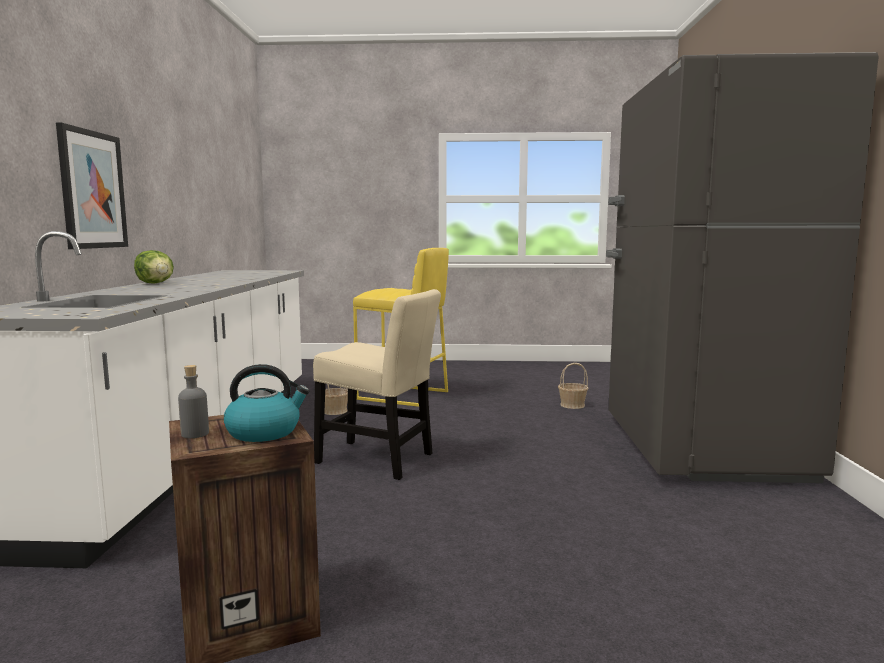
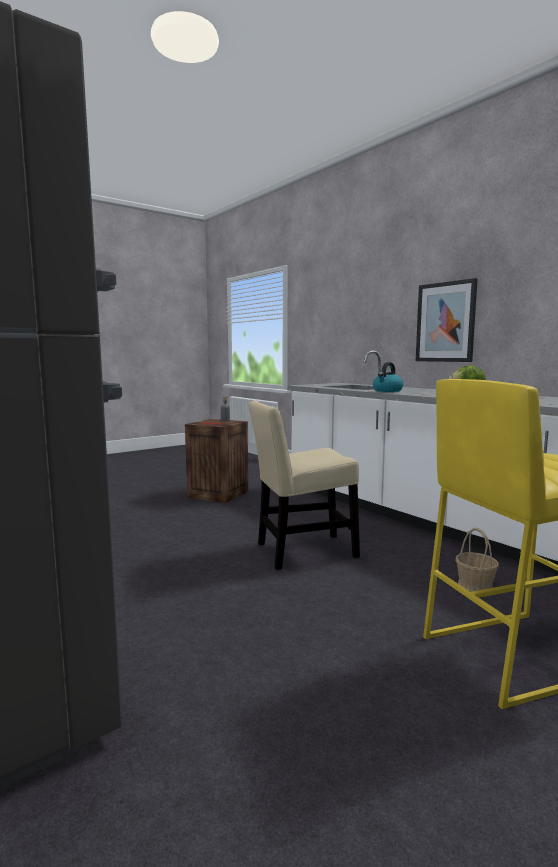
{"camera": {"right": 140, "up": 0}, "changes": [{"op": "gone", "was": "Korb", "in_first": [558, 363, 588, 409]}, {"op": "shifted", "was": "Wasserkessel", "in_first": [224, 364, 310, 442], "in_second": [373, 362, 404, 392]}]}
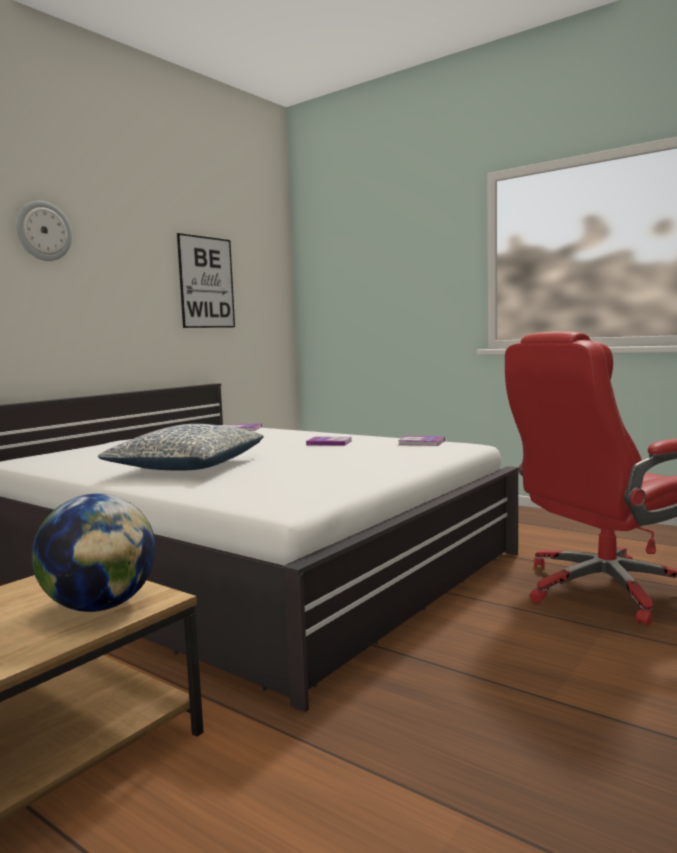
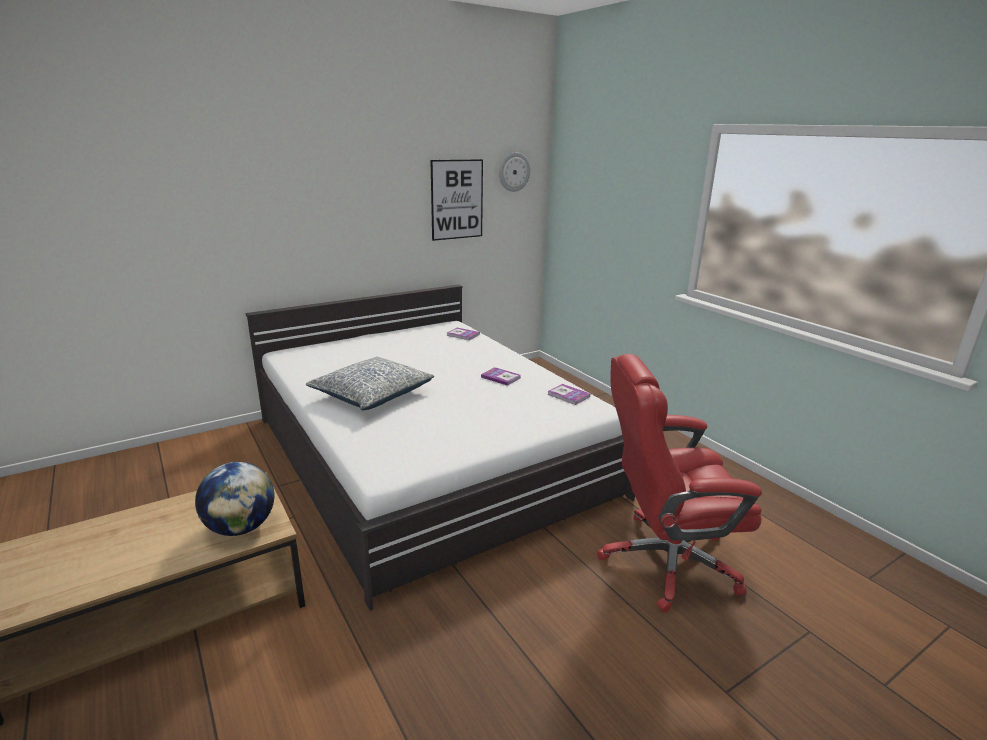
{"camera": {"right": 20, "up": 15}, "changes": [{"op": "shifted", "was": "Wanduhr", "in_first": [16, 201, 72, 261], "in_second": [499, 152, 530, 192]}]}
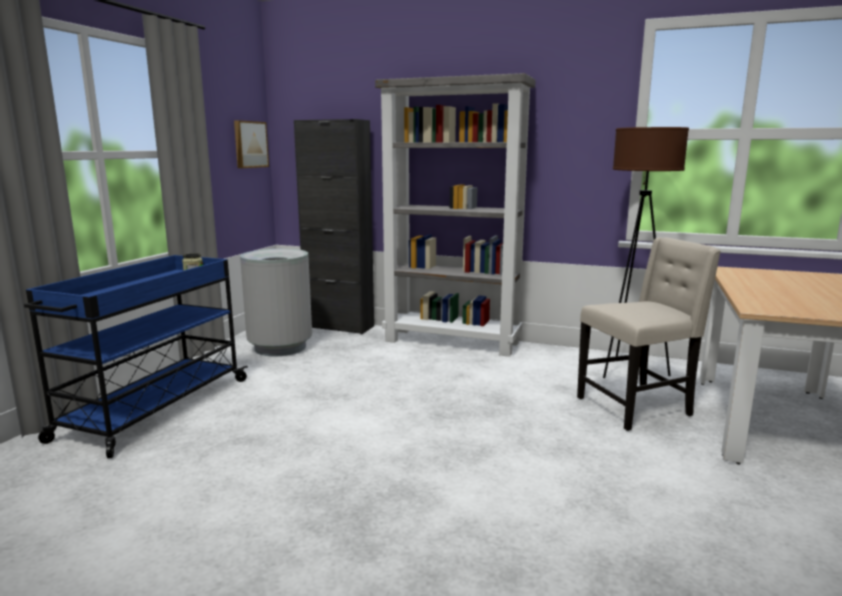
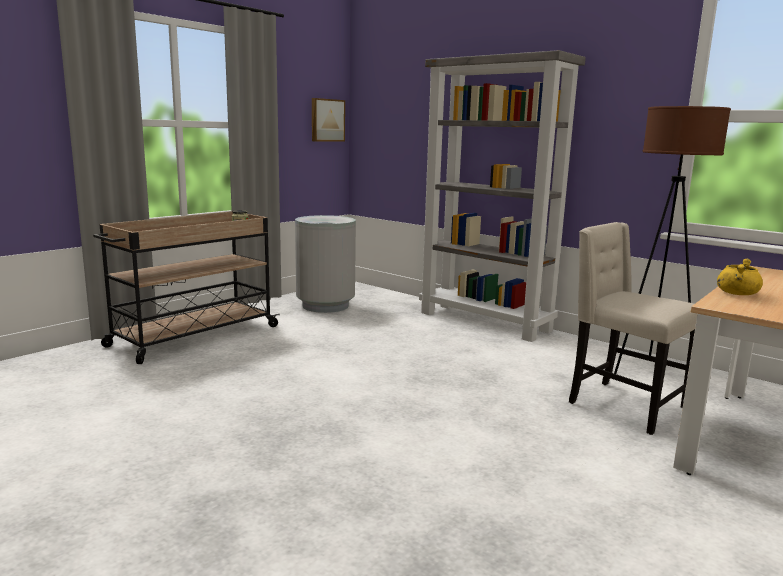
{"camera": {"right": 20, "up": 0}, "changes": [{"op": "gone", "was": "Schrank [schwarz]", "in_first": [294, 119, 374, 335]}, {"op": "rotated", "was": "Stuhl [beige]", "in_first": [577, 237, 721, 431], "in_second": [569, 222, 697, 435], "clockwise": -135}, {"op": "repainted", "was": "Rollwagen [blau]", "now": "Rollwagen [beige]", "in_first": [24, 255, 248, 459], "in_second": [93, 211, 280, 364]}, {"op": "new", "now": "Kochtopf [gelb]", "in_second": [717, 259, 763, 295]}]}
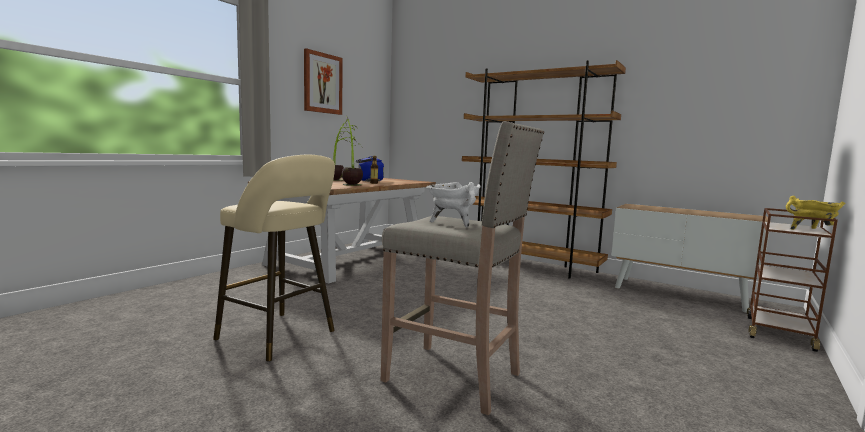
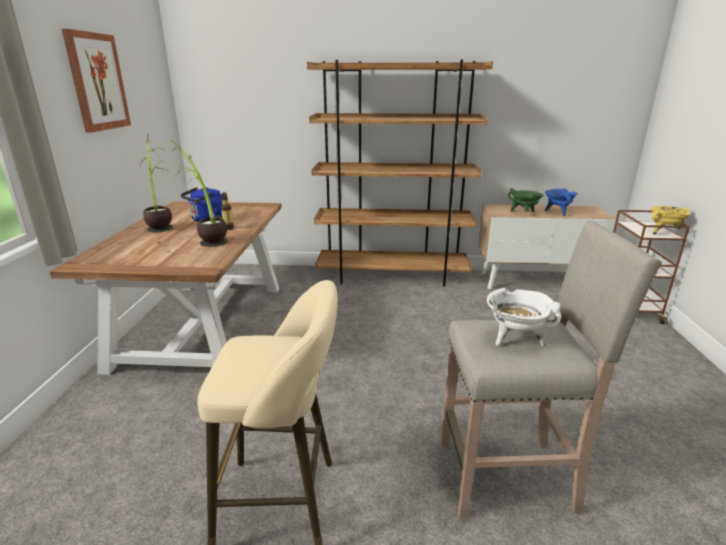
{"camera": {"right": -30, "up": 15}, "changes": [{"op": "new", "now": "Kochtopf [grün]", "in_second": [508, 188, 544, 212]}, {"op": "new", "now": "Kochtopf [blau]", "in_second": [545, 189, 578, 216]}]}
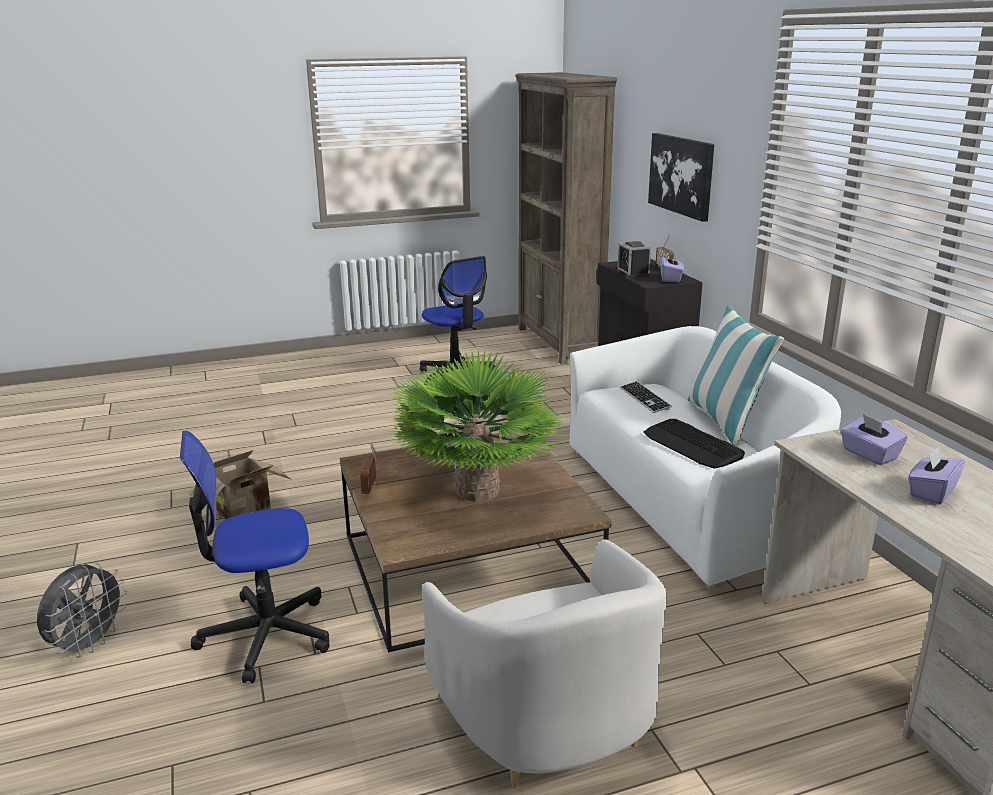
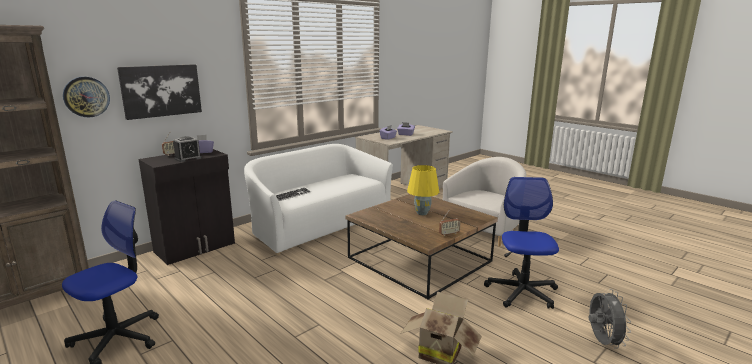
{"camera": {"right": -115, "up": -5}, "changes": [{"op": "gone", "was": "Kissen", "in_first": [688, 305, 784, 446]}, {"op": "swapped", "was": "Topfpflanze", "now": "Tischlampe [gelb]", "in_first": [390, 349, 563, 502], "in_second": [407, 165, 439, 215]}, {"op": "gone", "was": "Tastatur", "in_first": [644, 419, 745, 469]}, {"op": "rotated", "was": "Bürostuhl", "in_first": [180, 431, 330, 683], "in_second": [484, 177, 559, 309], "clockwise": -135}, {"op": "rotated", "was": "Ventilator [grau]", "in_first": [37, 563, 127, 658], "in_second": [589, 289, 631, 348], "clockwise": 90}, {"op": "new", "now": "Wanduhr", "in_second": [63, 77, 110, 117]}]}
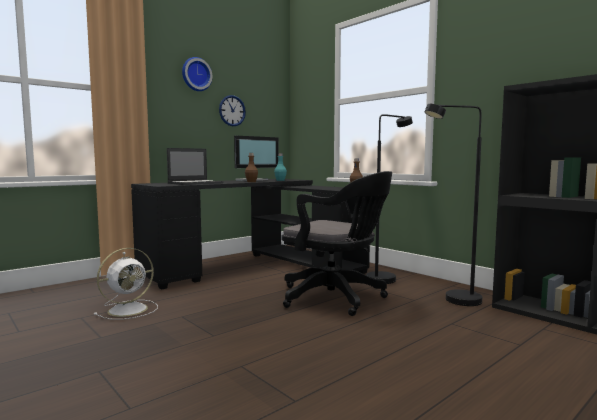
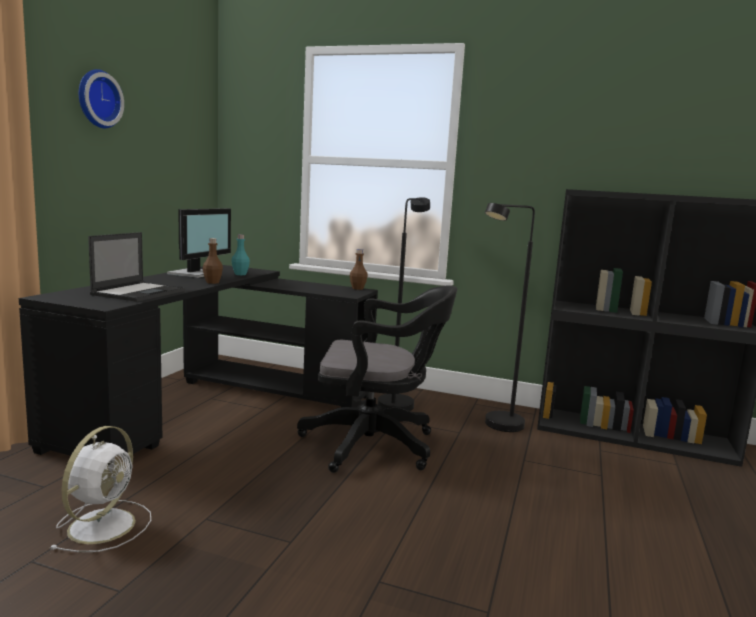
{"camera": {"right": -30, "up": 5}, "changes": [{"op": "gone", "was": "Wanduhr", "in_first": [219, 95, 246, 126]}]}
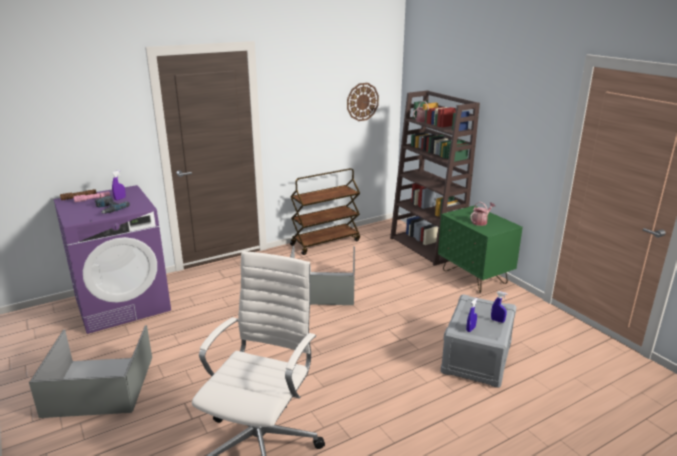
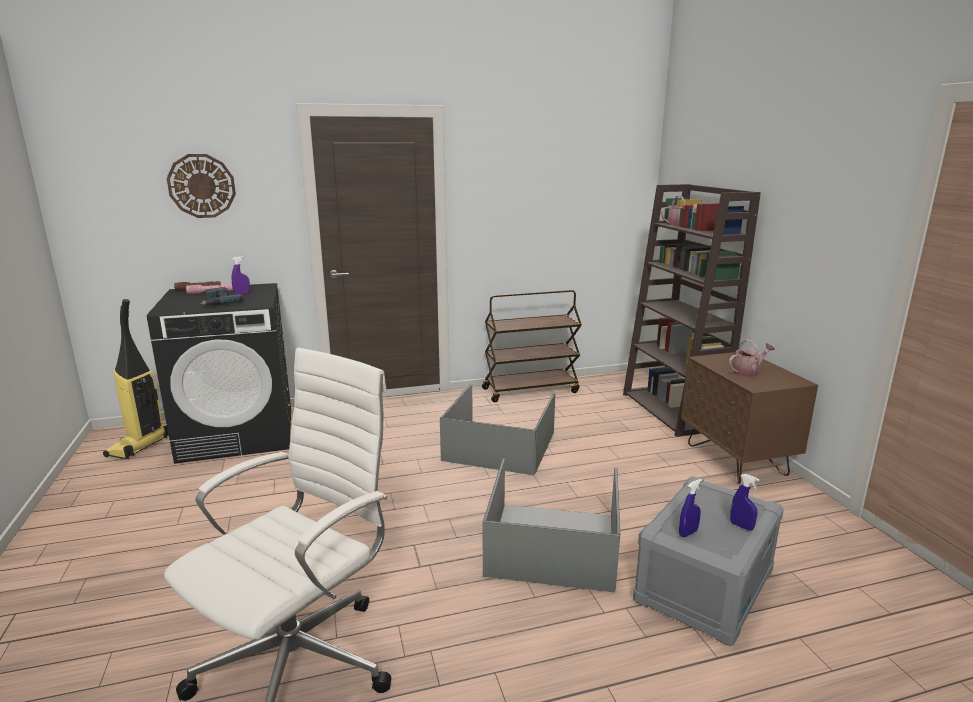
{"camera": {"right": 15, "up": -5}, "changes": [{"op": "shifted", "was": "Wanduhr", "in_first": [347, 83, 379, 121], "in_second": [167, 154, 236, 218]}, {"op": "repainted", "was": "Waschmaschine [lila]", "now": "Waschmaschine [schwarz]", "in_first": [53, 185, 171, 334], "in_second": [147, 283, 291, 464]}, {"op": "repainted", "was": "Nachttisch [grün]", "now": "Nachttisch [braun]", "in_first": [438, 205, 523, 293], "in_second": [681, 352, 818, 484]}, {"op": "shifted", "was": "Aufbewahrungsbox [grau]", "in_first": [29, 325, 152, 418], "in_second": [483, 458, 620, 593]}, {"op": "new", "now": "Staubsauger", "in_second": [103, 299, 168, 459]}]}
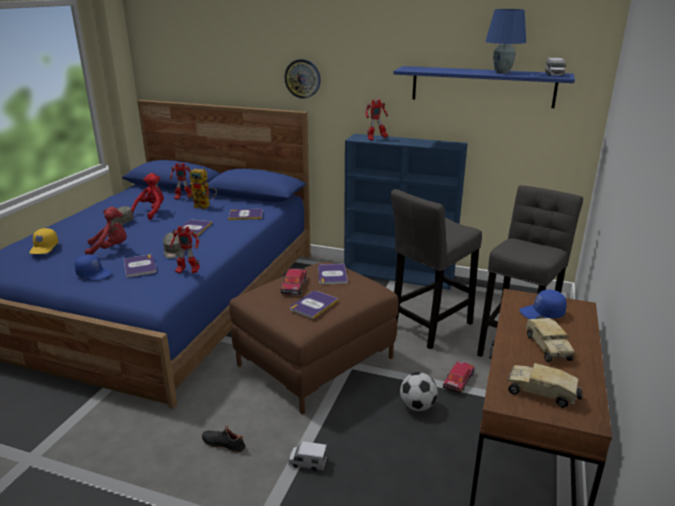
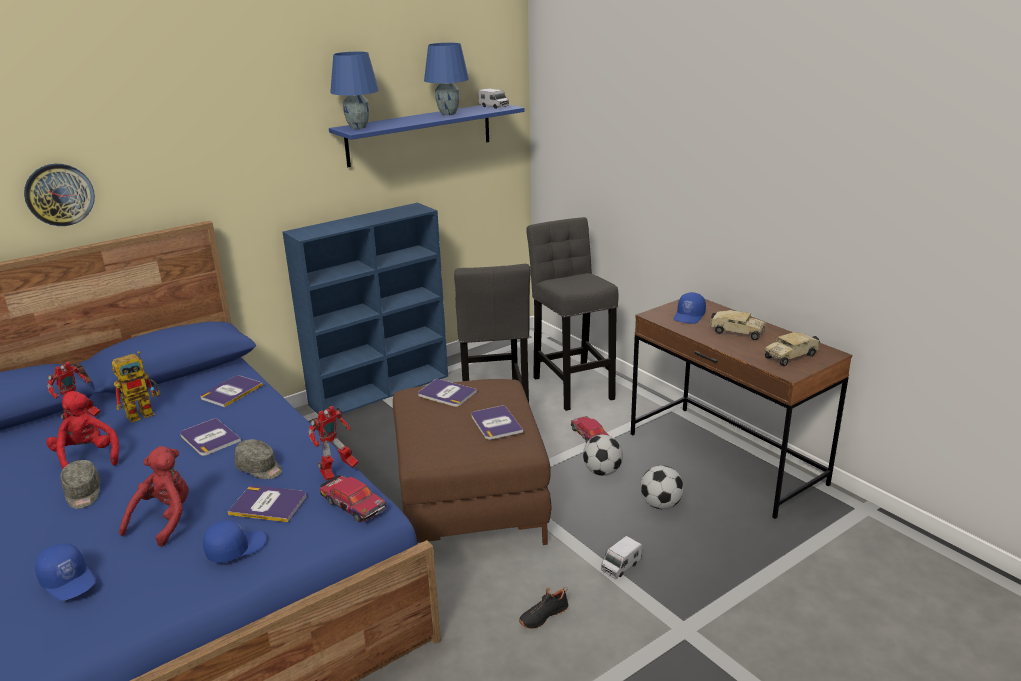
{"camera": {"right": -55, "up": 0}, "changes": [{"op": "shifted", "was": "Wanduhr", "in_first": [284, 59, 321, 99], "in_second": [24, 164, 95, 226]}, {"op": "gone", "was": "Spielzeugroboter", "in_first": [365, 99, 388, 140]}, {"op": "repainted", "was": "Kappe [gelb]", "now": "Kappe [blau]", "in_first": [29, 228, 58, 254], "in_second": [35, 543, 96, 601]}, {"op": "shifted", "was": "Spielzeugauto", "in_first": [280, 268, 307, 295], "in_second": [320, 475, 386, 522]}, {"op": "new", "now": "Tischlampe [blau]", "in_second": [330, 52, 379, 129]}, {"op": "new", "now": "Fußball", "in_second": [640, 465, 684, 509]}]}
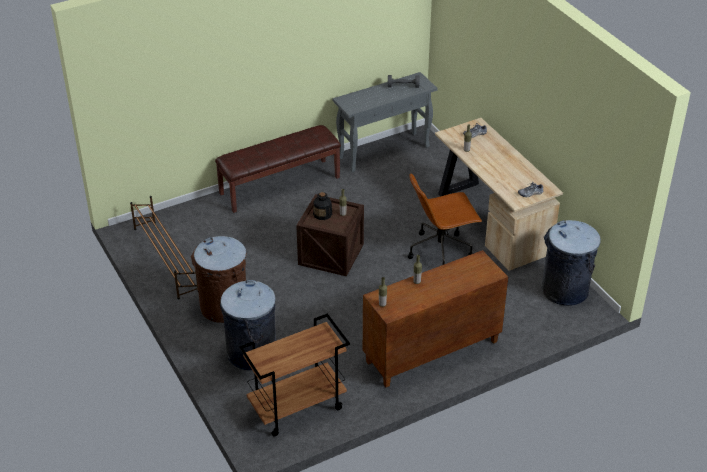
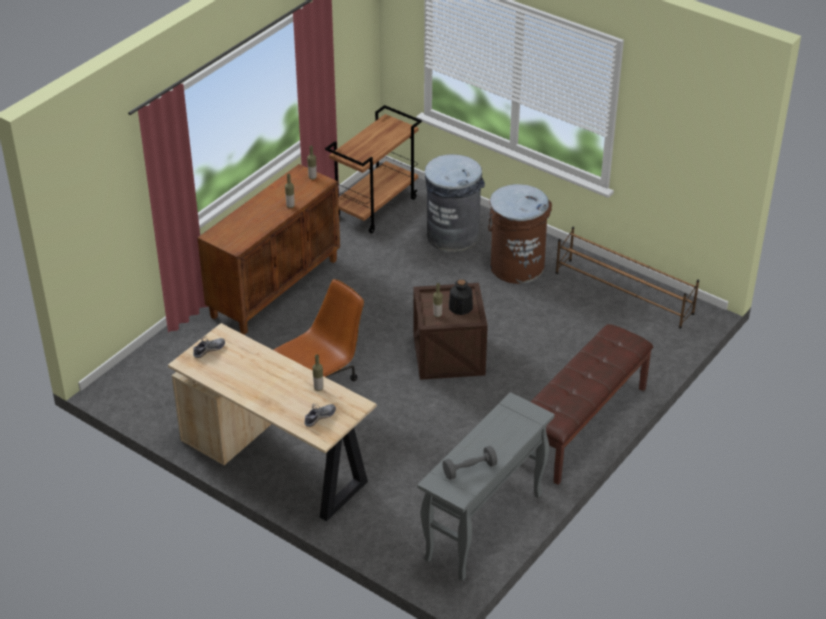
{"camera": {"right": 155, "up": 0}, "changes": [{"op": "gone", "was": "Mülleimer [grau]", "in_first": [541, 220, 601, 306]}]}
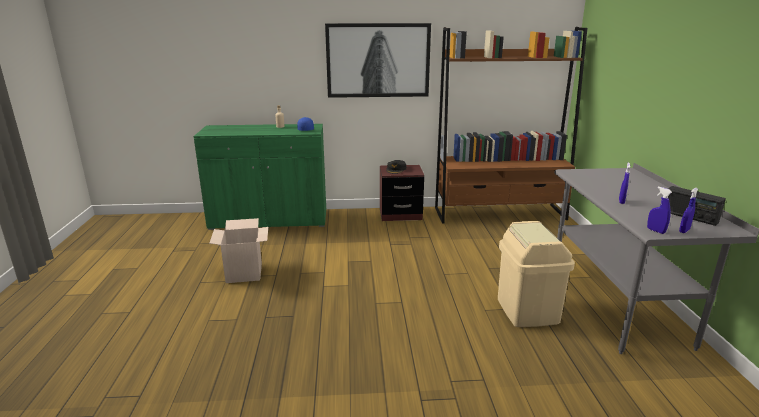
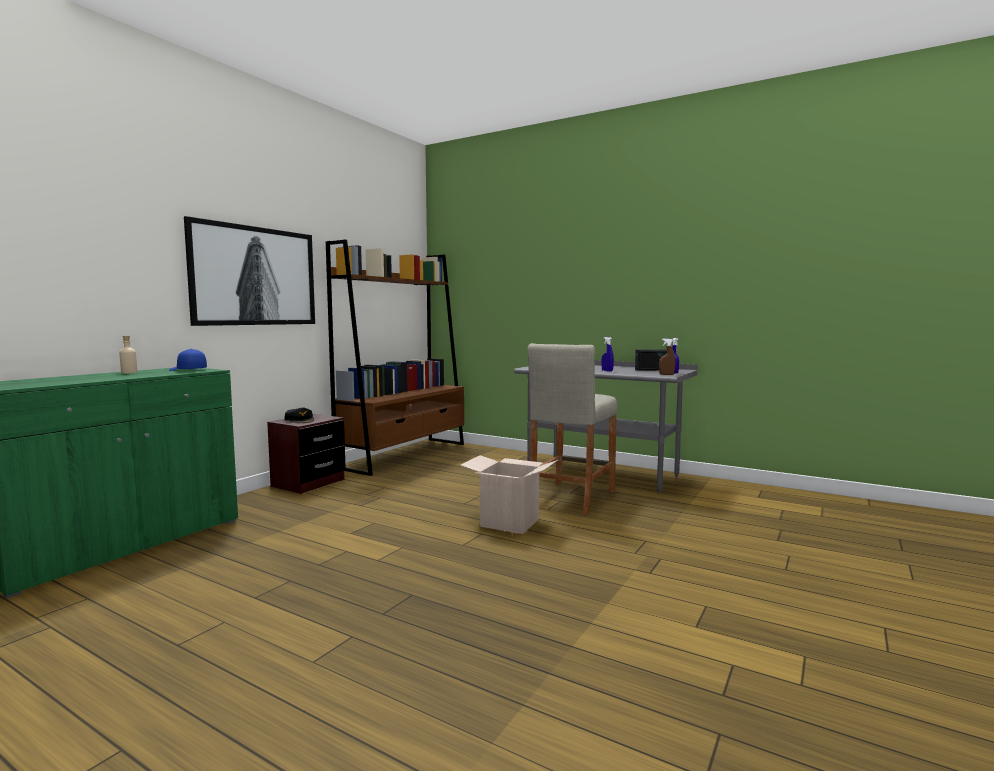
{"camera": {"right": -55, "up": -15}, "changes": [{"op": "repainted", "was": "Sprühflasche [blau]", "now": "Sprühflasche [braun]", "in_first": [647, 187, 672, 234], "in_second": [659, 339, 676, 375]}, {"op": "shifted", "was": "Karton", "in_first": [209, 218, 268, 283], "in_second": [460, 455, 558, 534]}, {"op": "swapped", "was": "Mülleimer [beige]", "now": "Hocker [beige]", "in_first": [498, 221, 575, 327], "in_second": [527, 343, 617, 515]}]}
